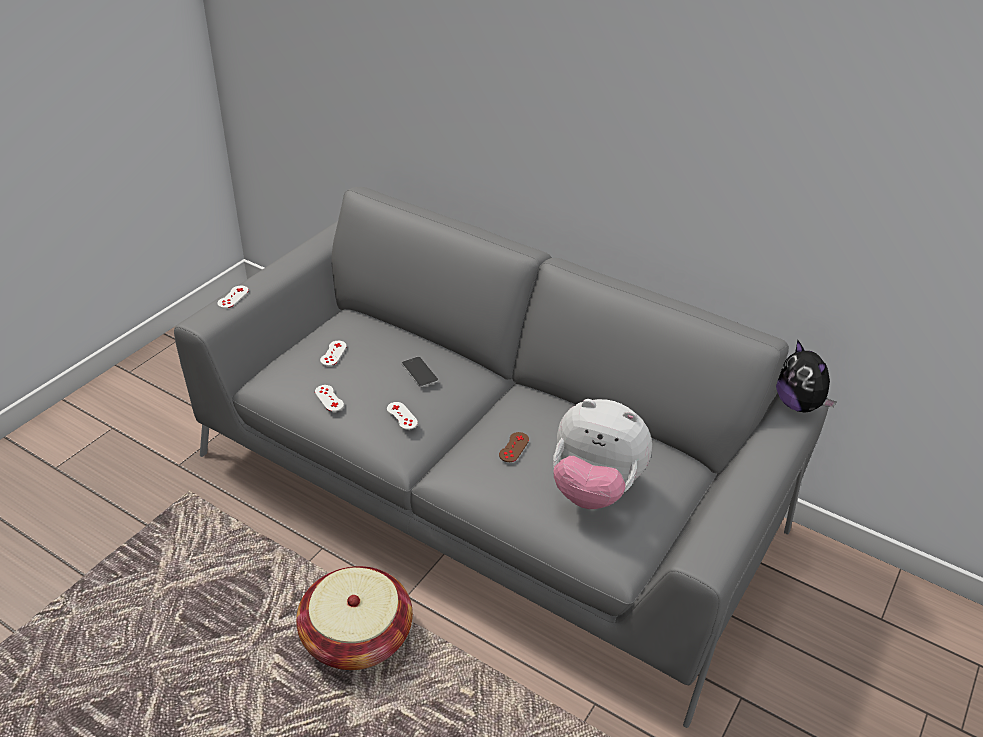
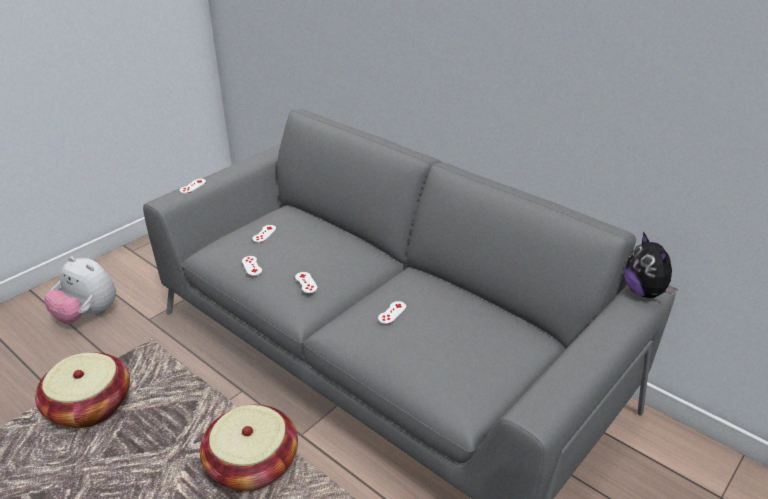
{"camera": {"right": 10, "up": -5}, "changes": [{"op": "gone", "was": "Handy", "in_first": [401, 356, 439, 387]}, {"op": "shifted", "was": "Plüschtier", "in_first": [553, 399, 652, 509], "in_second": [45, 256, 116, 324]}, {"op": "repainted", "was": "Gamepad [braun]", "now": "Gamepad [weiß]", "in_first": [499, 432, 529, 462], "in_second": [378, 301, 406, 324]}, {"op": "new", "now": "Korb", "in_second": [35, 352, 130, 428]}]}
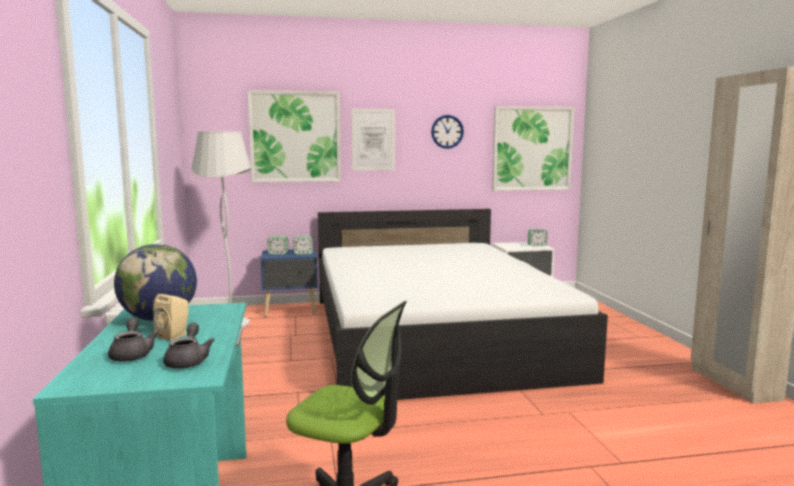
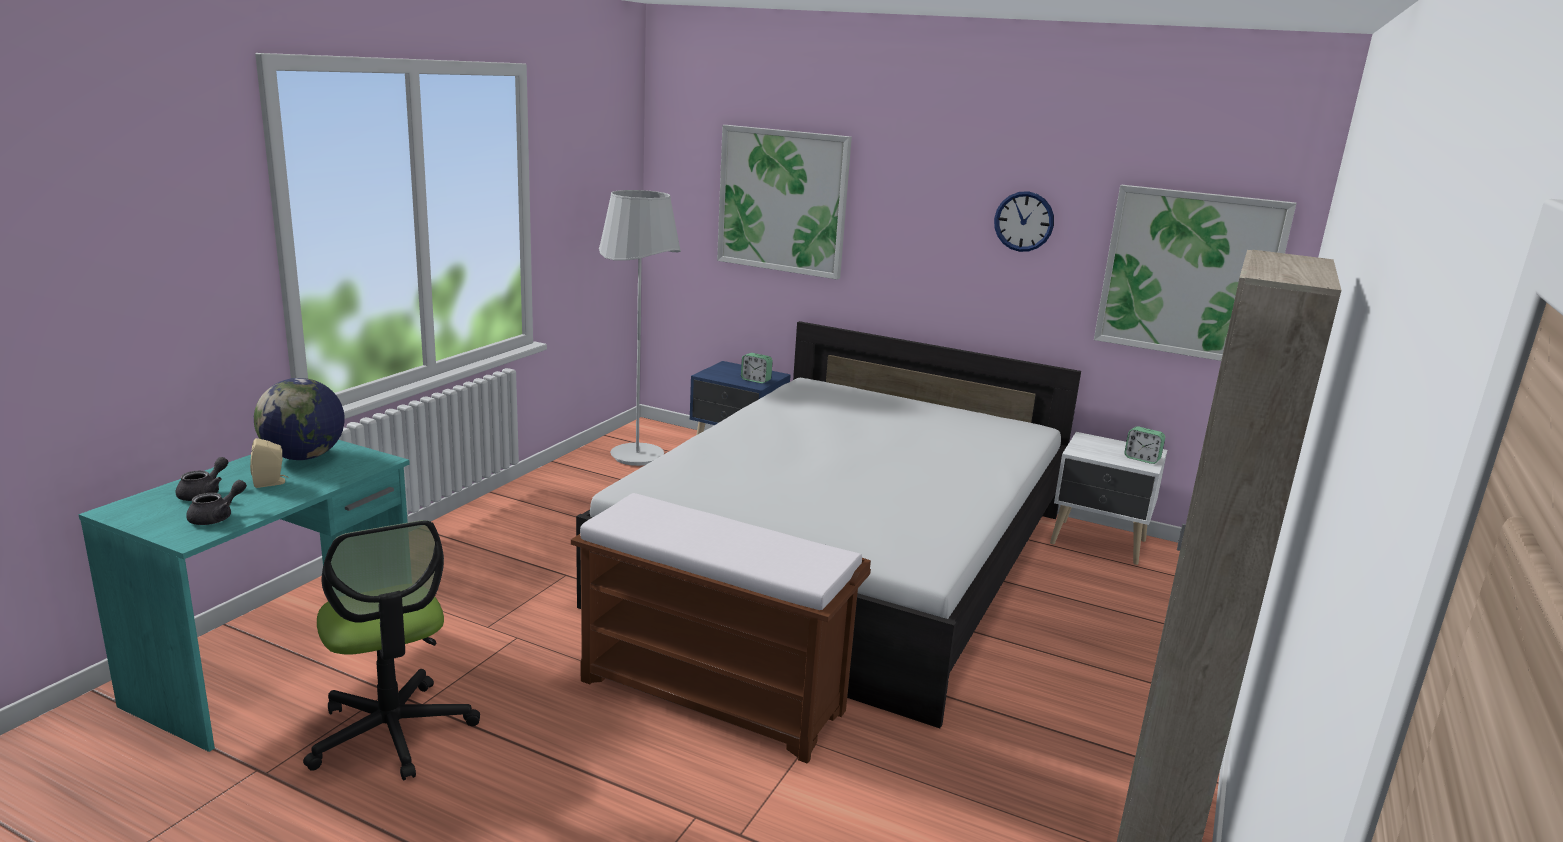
{"camera": {"right": 35, "up": 10}, "changes": [{"op": "gone", "was": "Bild", "in_first": [352, 109, 395, 171]}, {"op": "gone", "was": "Wecker", "in_first": [267, 236, 288, 255]}, {"op": "new", "now": "Bank [braun]", "in_second": [571, 493, 871, 763]}]}
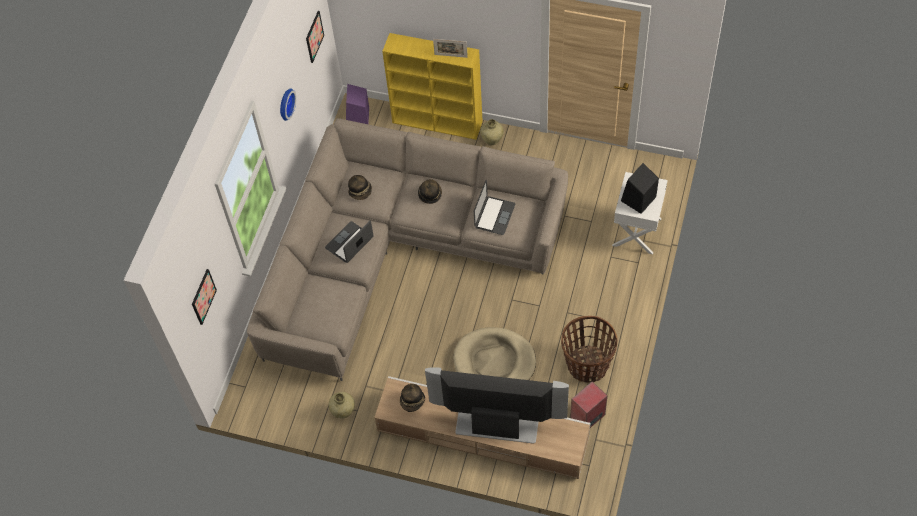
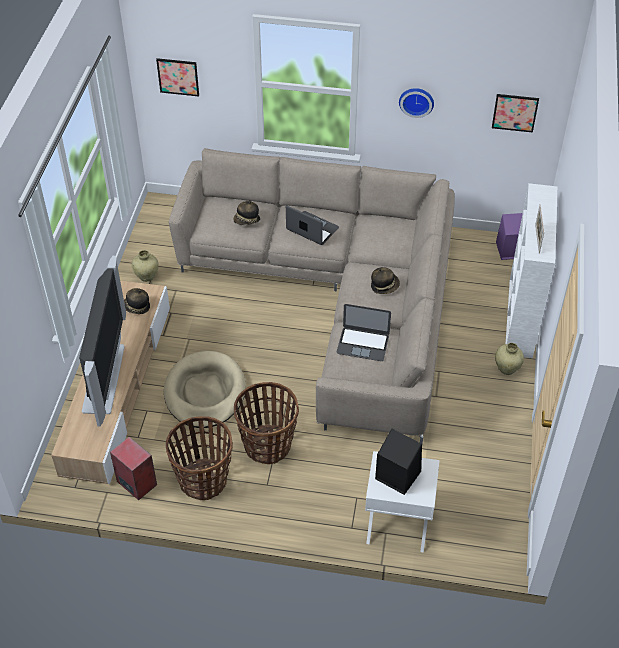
{"camera": {"right": 80, "up": -10}, "changes": [{"op": "repainted", "was": "Bücherregal [gelb]", "now": "Bücherregal [weiß]", "in_first": [382, 33, 483, 140], "in_second": [505, 183, 557, 358]}, {"op": "shifted", "was": "Hut", "in_first": [348, 175, 372, 200], "in_second": [233, 200, 260, 225]}, {"op": "new", "now": "Korb", "in_second": [234, 382, 299, 464]}]}
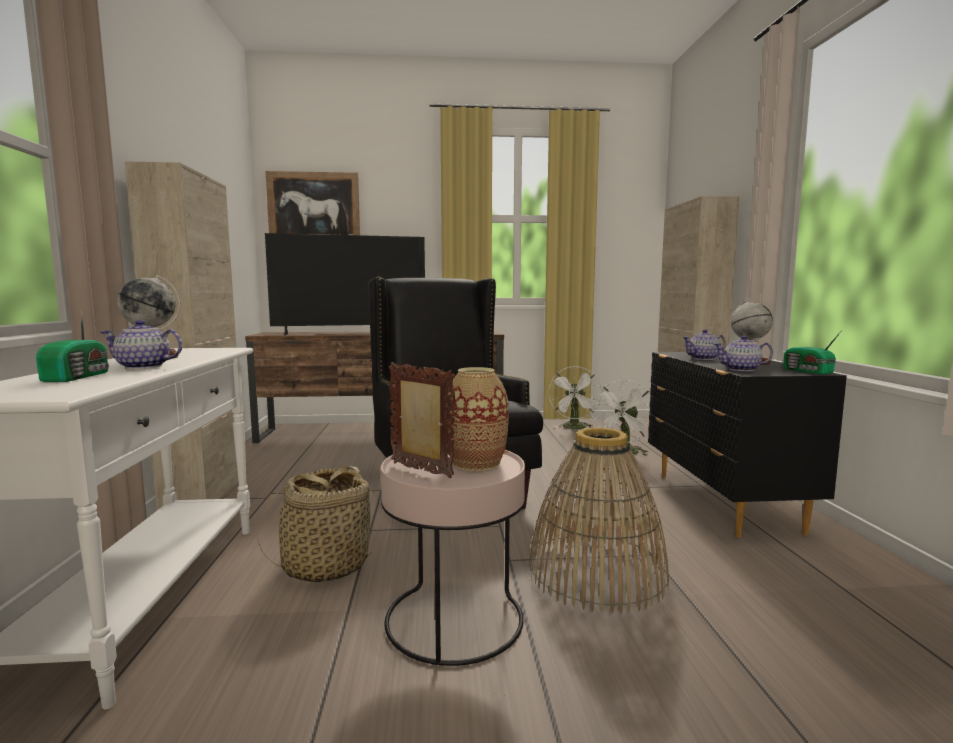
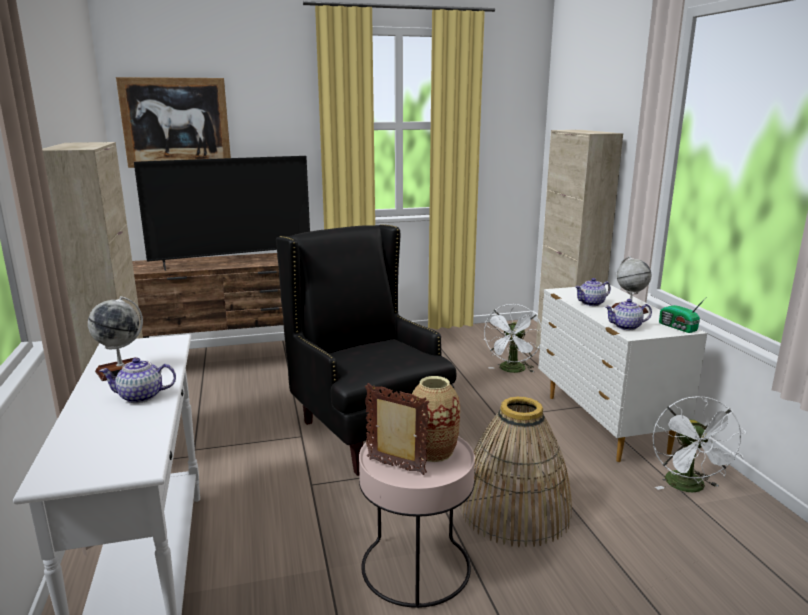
{"camera": {"right": -10, "up": 10}, "changes": [{"op": "gone", "was": "Radio", "in_first": [36, 310, 109, 382]}, {"op": "repainted", "was": "Kommode [schwarz]", "now": "Kommode [weiß]", "in_first": [648, 352, 847, 538], "in_second": [538, 284, 707, 462]}, {"op": "shifted", "was": "Ventilator [weiß]", "in_first": [548, 366, 602, 429], "in_second": [653, 396, 746, 492]}, {"op": "gone", "was": "Korb", "in_first": [257, 466, 381, 583]}]}
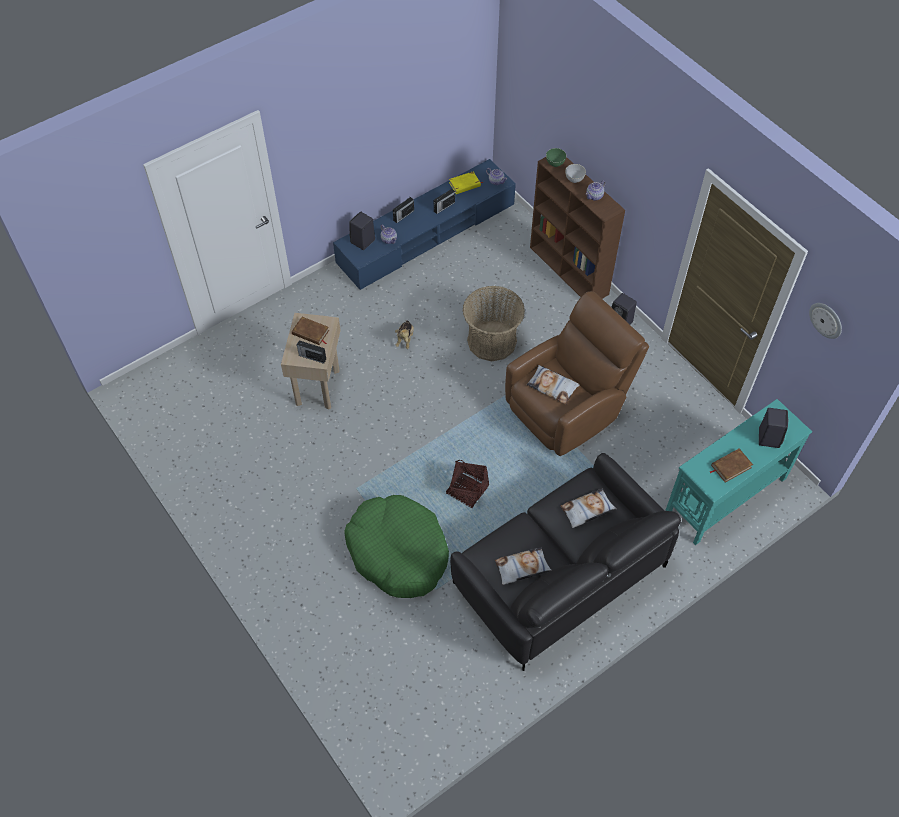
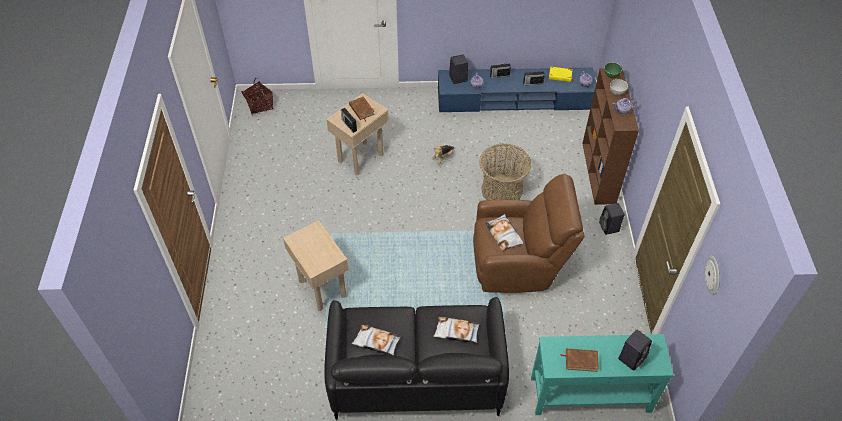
{"camera": {"right": 35, "up": -5}, "changes": [{"op": "shifted", "was": "Korb", "in_first": [446, 460, 489, 509], "in_second": [242, 78, 273, 115]}, {"op": "swapped", "was": "Hundebett [grün]", "now": "Beistelltisch [beige]", "in_first": [344, 495, 449, 598], "in_second": [283, 220, 349, 311]}]}
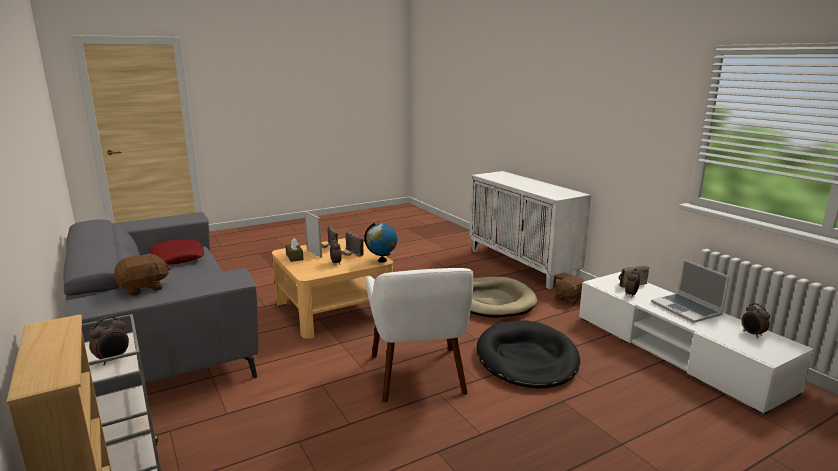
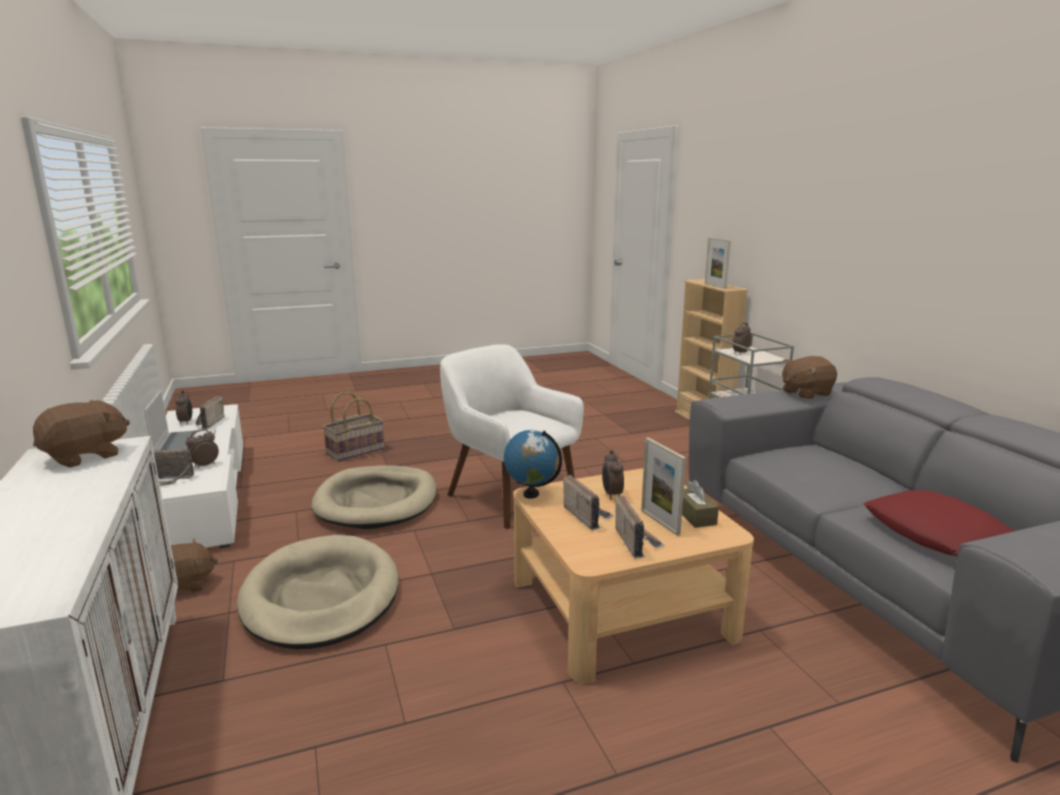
{"camera": {"right": -170, "up": 0}, "changes": [{"op": "rotated", "was": "Sessel [weiß]", "in_first": [366, 268, 473, 403], "in_second": [440, 344, 584, 529], "clockwise": -45}, {"op": "repainted", "was": "Hundebett [schwarz]", "now": "Hundebett [beige]", "in_first": [477, 320, 580, 388], "in_second": [312, 465, 437, 529]}, {"op": "new", "now": "Bilderrahmen", "in_second": [705, 238, 731, 289]}, {"op": "new", "now": "Korb", "in_second": [322, 392, 385, 462]}, {"op": "new", "now": "Radio", "in_second": [195, 396, 225, 429]}, {"op": "new", "now": "Plüschtier [braun]", "in_second": [33, 400, 130, 468]}]}
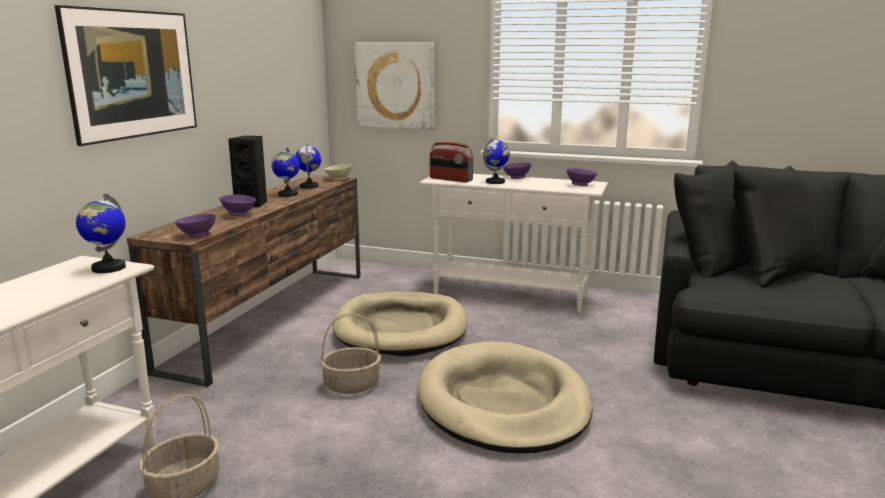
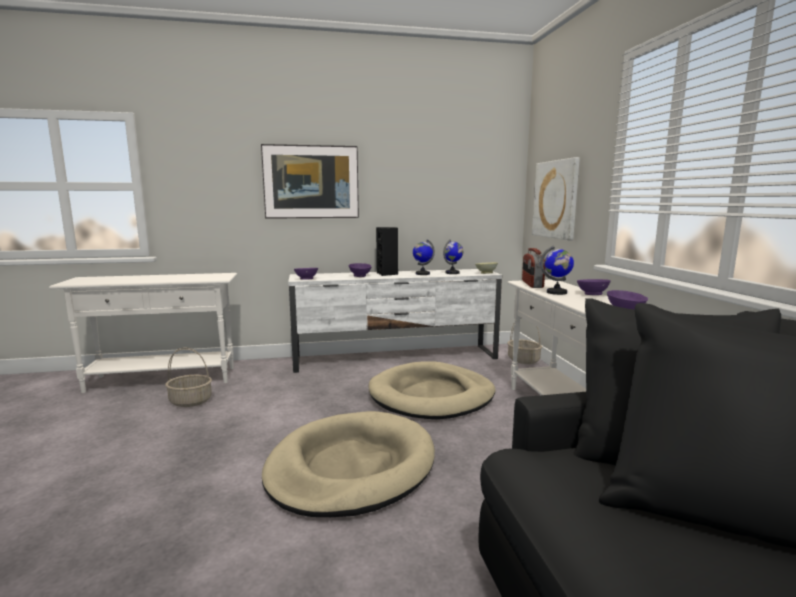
{"camera": {"right": 60, "up": -5}, "changes": [{"op": "repainted", "was": "Fernsehschrank [braun]", "now": "Fernsehschrank [weiß]", "in_first": [127, 175, 361, 387], "in_second": [288, 269, 502, 373]}, {"op": "gone", "was": "Globus", "in_first": [76, 193, 126, 273]}, {"op": "shifted", "was": "Korb", "in_first": [320, 313, 381, 394], "in_second": [507, 323, 542, 364]}]}
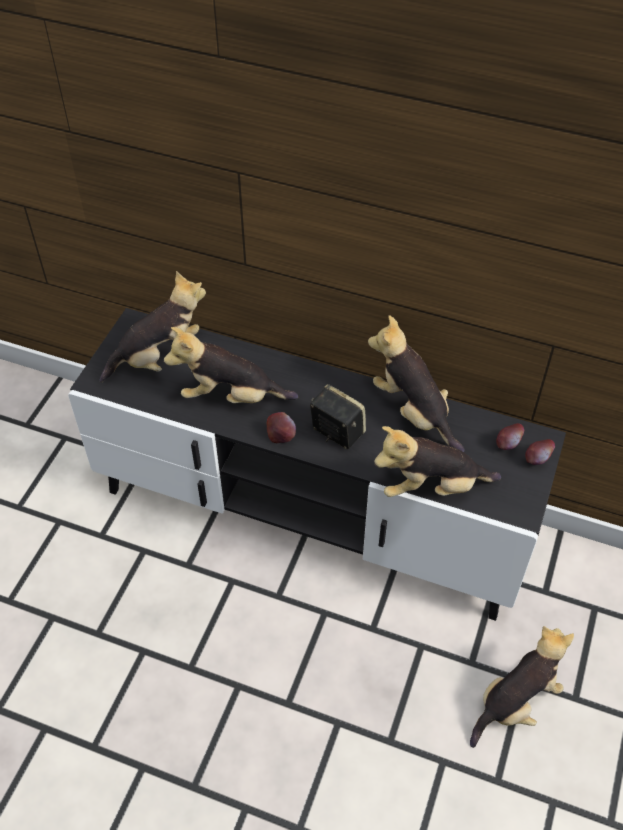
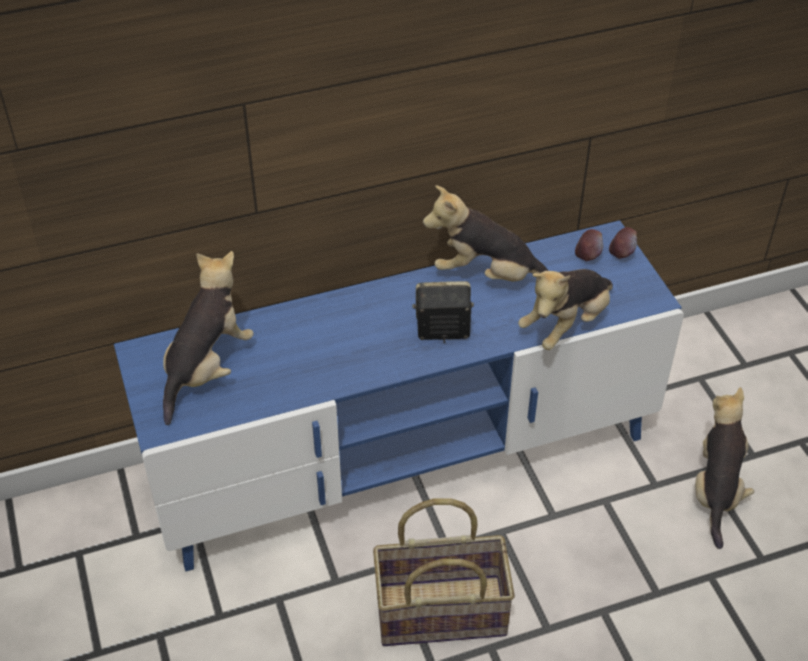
{"camera": {"right": -40, "up": -5}, "changes": [{"op": "repainted", "was": "Fernsehschrank [schwarz]", "now": "Fernsehschrank [blau]", "in_first": [68, 308, 566, 621], "in_second": [114, 220, 684, 571]}, {"op": "gone", "was": "Plüschtier", "in_first": [164, 327, 298, 403]}, {"op": "gone", "was": "Apfel", "in_first": [267, 412, 296, 443]}, {"op": "new", "now": "Korb", "in_second": [373, 498, 515, 646]}]}
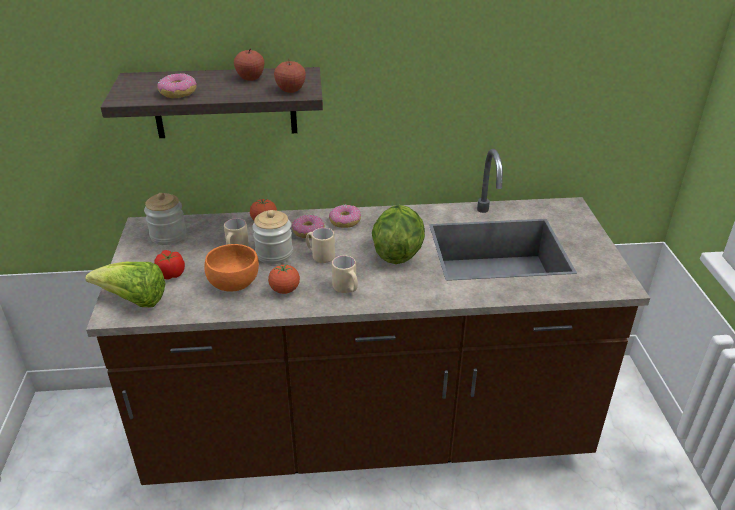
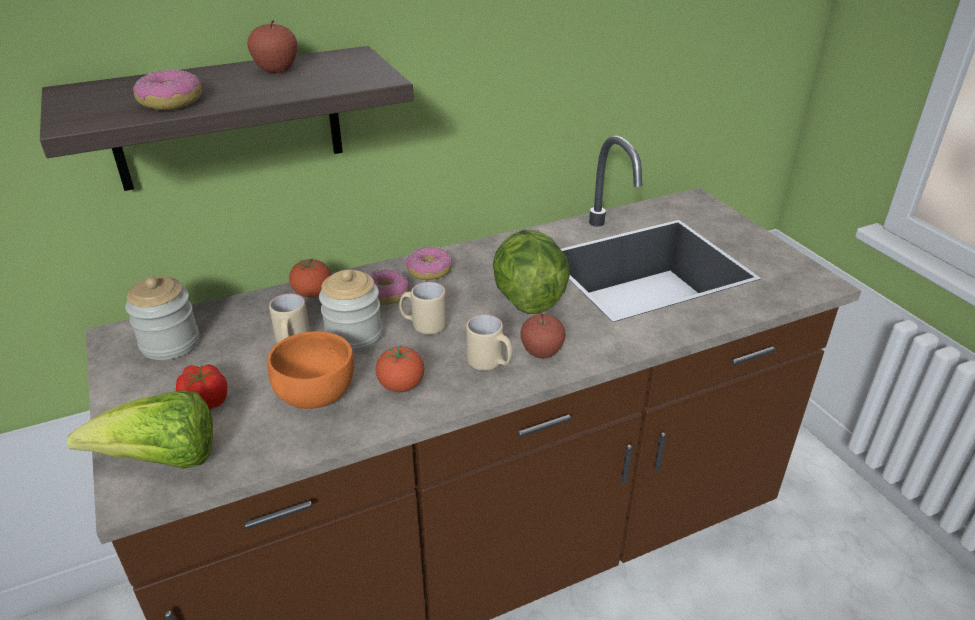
{"camera": {"right": -20, "up": 0}, "changes": [{"op": "shifted", "was": "Apfel", "in_first": [274, 59, 306, 93], "in_second": [520, 314, 565, 358]}]}
